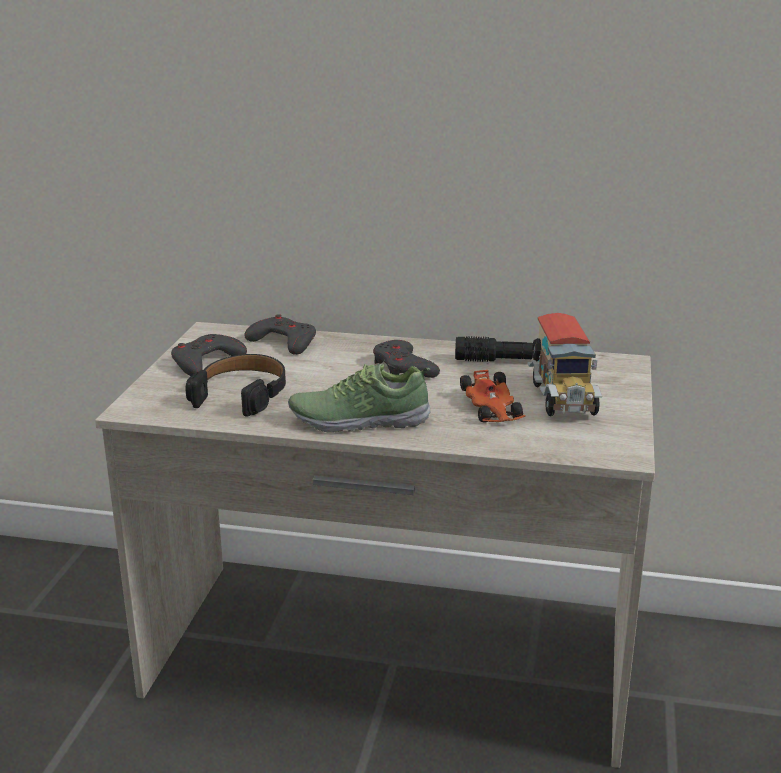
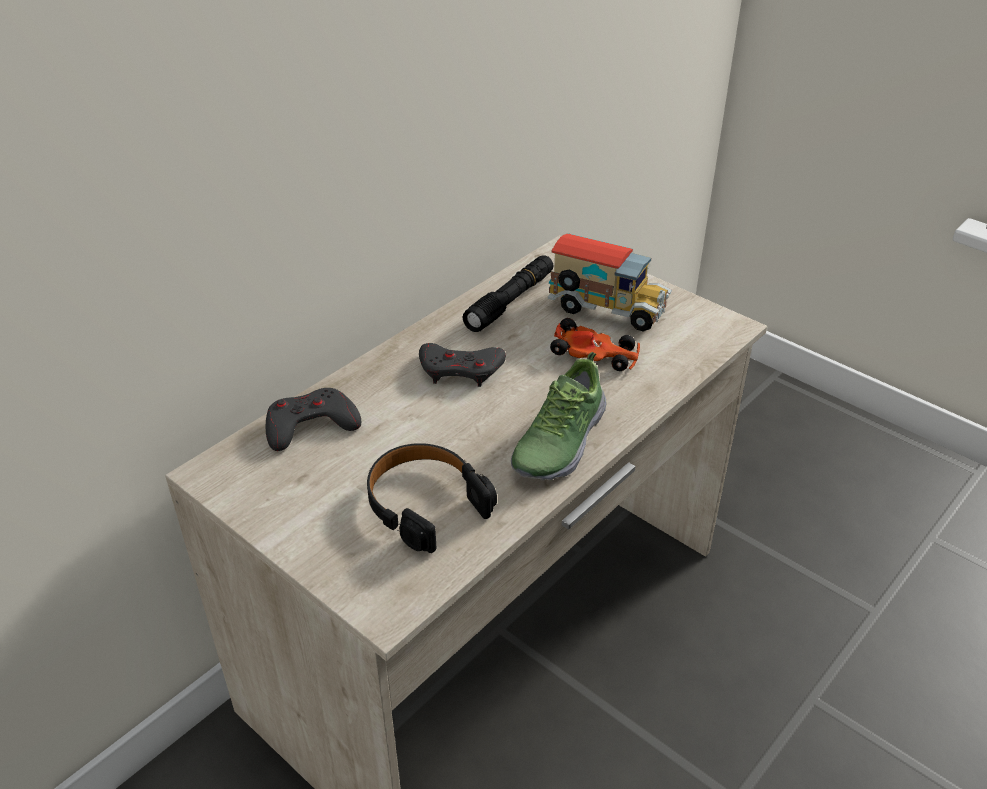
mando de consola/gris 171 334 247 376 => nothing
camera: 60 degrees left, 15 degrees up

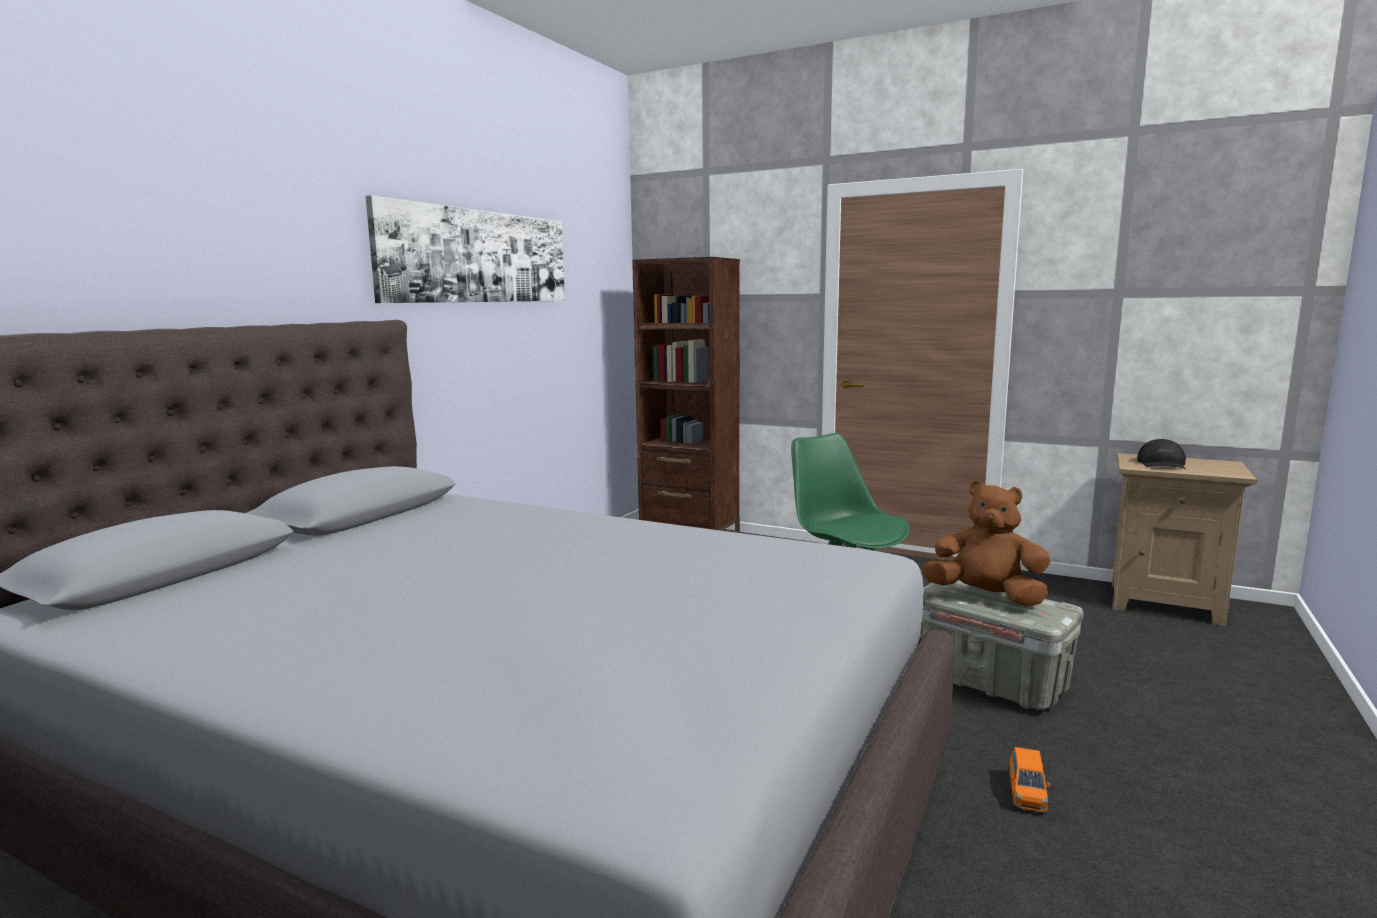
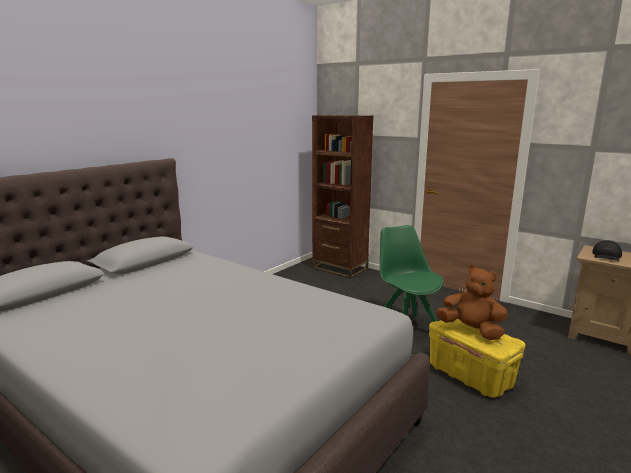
caja de almacenaje/gris 920 580 1083 710 => caja de almacenaje/amarillo 429 319 526 398
cuadro 365 195 565 303 => nothing
coche de juguete/naranja 1009 747 1050 812 => nothing
camera: 10 degrees right, 5 degrees up

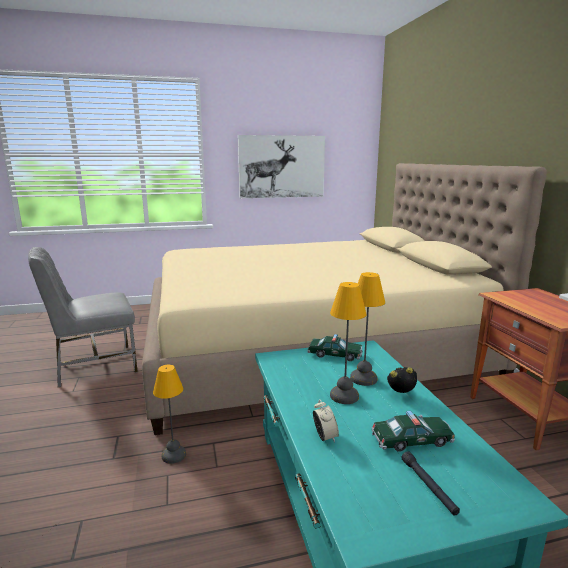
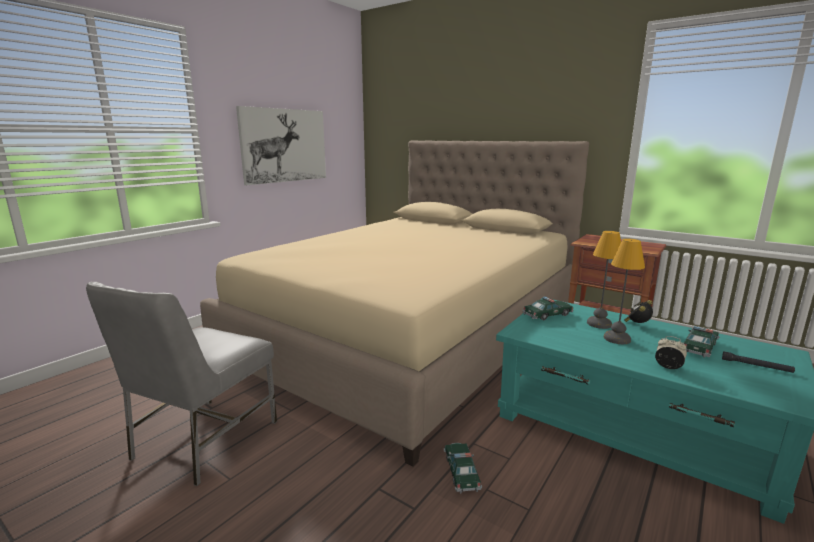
lámpara de mesa 153 365 186 464 => coche de juguete 444 443 482 493
camera: 40 degrees left, 0 degrees up

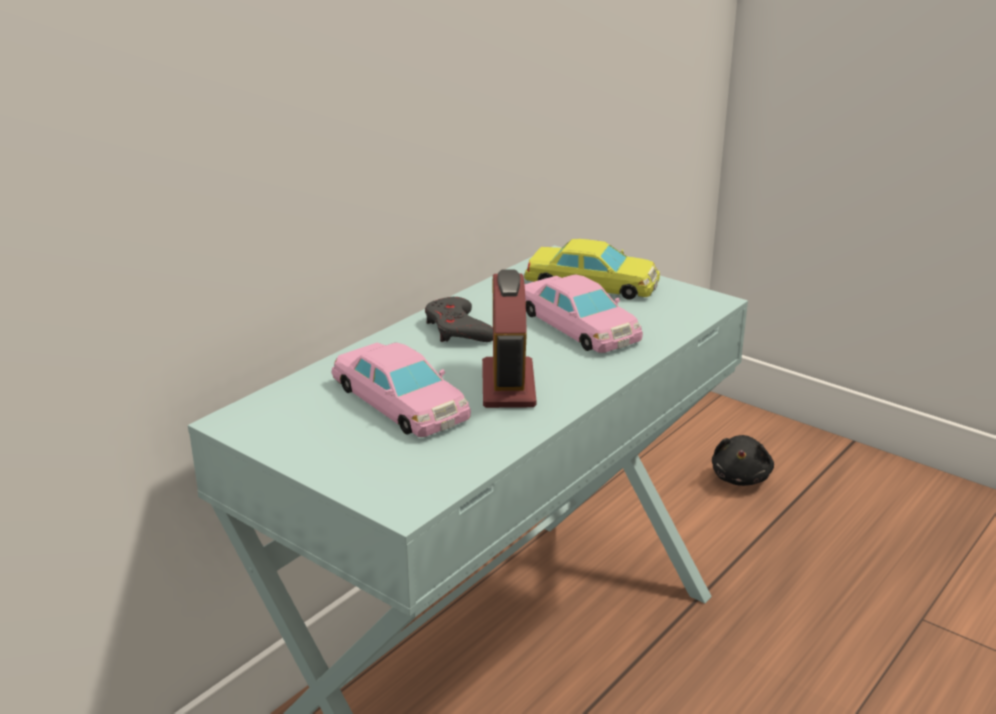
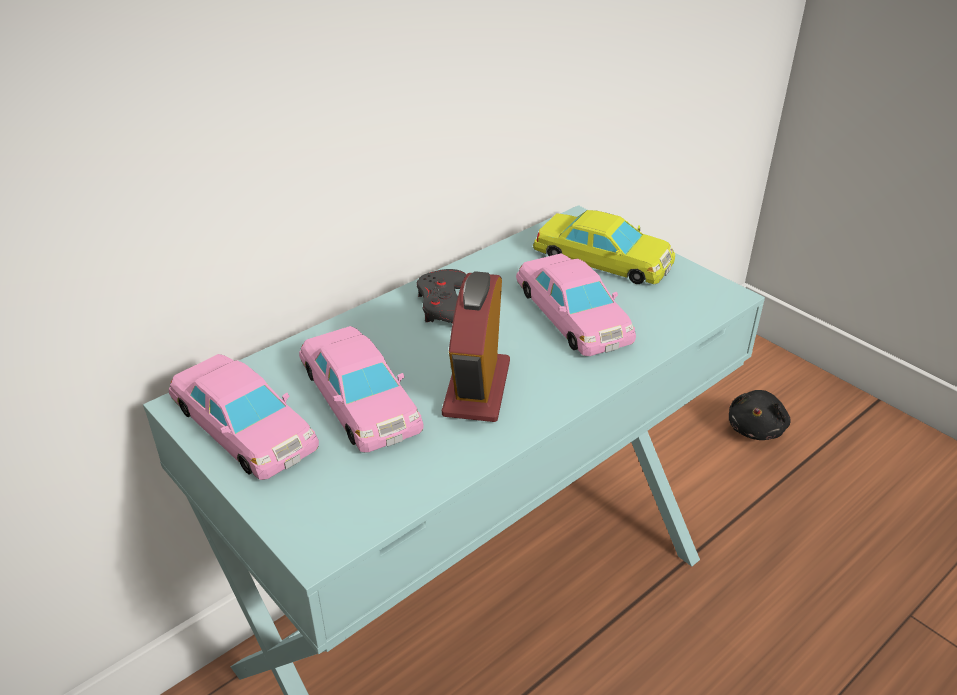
nothing => coche de juguete/rosa 169 354 319 480
camera: 10 degrees right, 10 degrees up

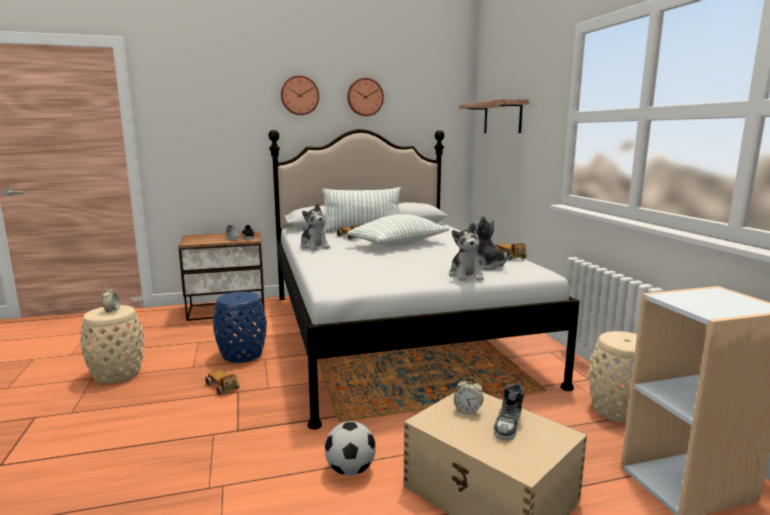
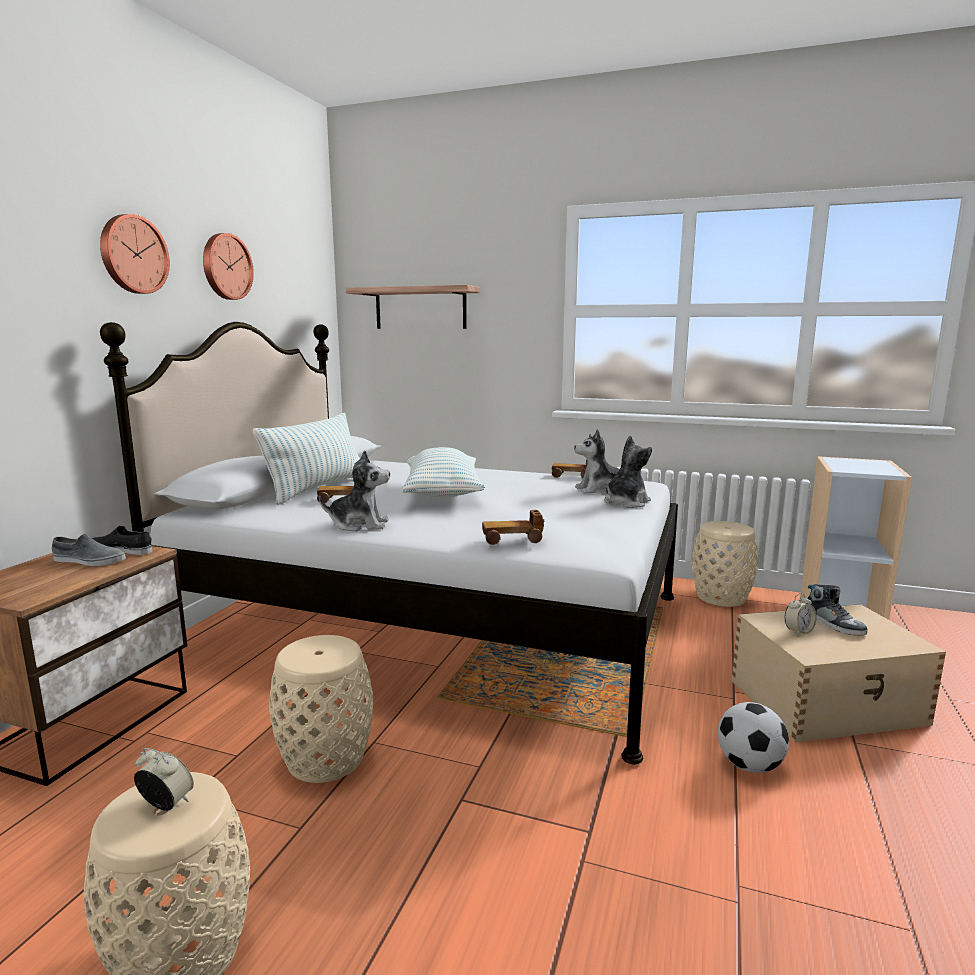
taburete/azul 213 291 267 363 => taburete/beis 269 635 373 783
coche de juguete 205 370 240 395 => coche de juguete 482 510 544 545, relocated
peluche 449 223 484 281 => peluche 604 436 652 508, 75 degrees counterclockwise
camera: 55 degrees left, 0 degrees up

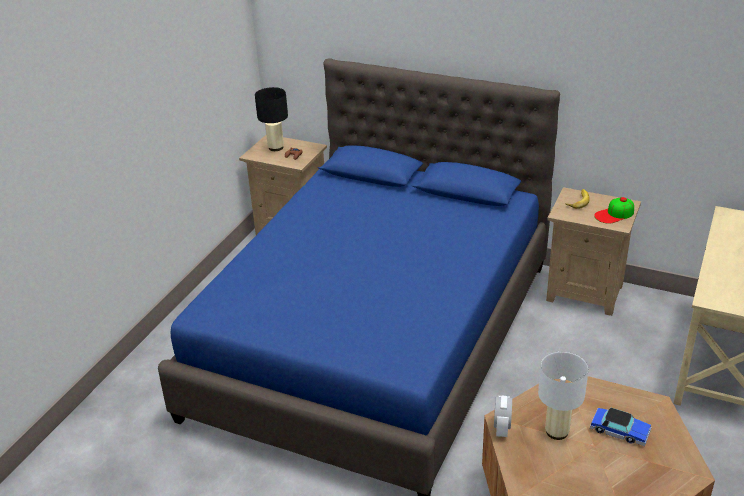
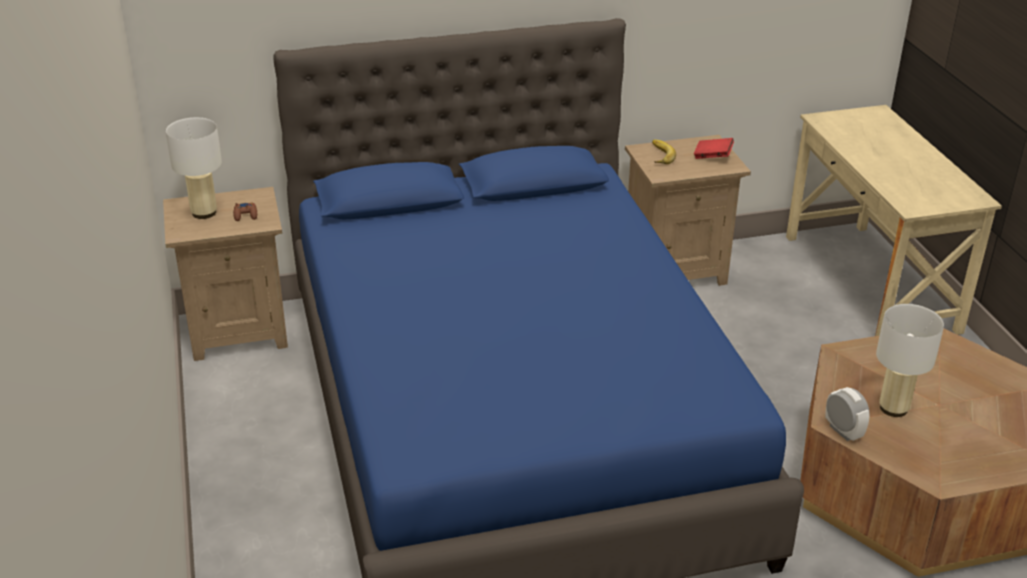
lámpara de mesa/negro 255 87 288 151 => lámpara de mesa/blanco 166 117 222 219
gorra 594 197 634 224 => libro/rojo 694 138 734 159
coche de juguete 590 408 651 446 => nothing
camera: 40 degrees left, 0 degrees up

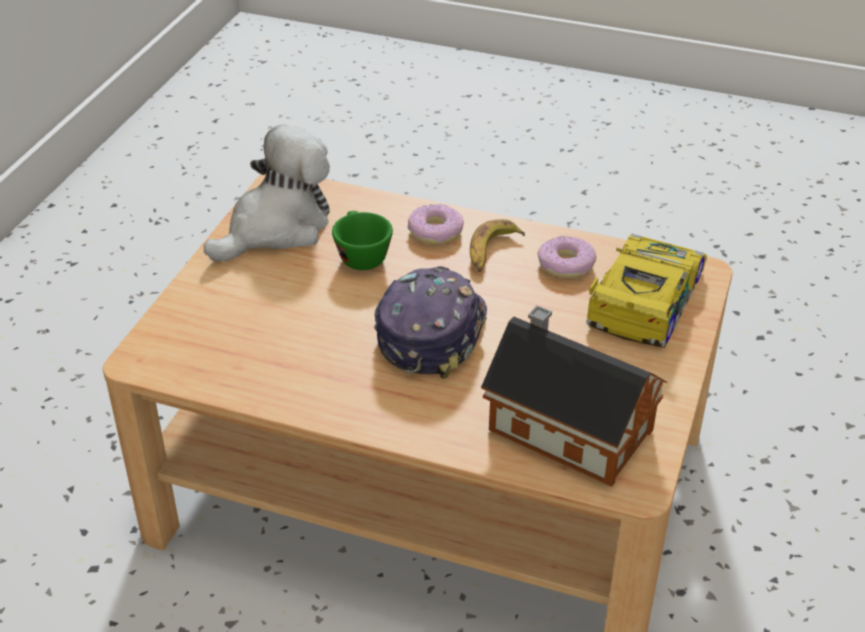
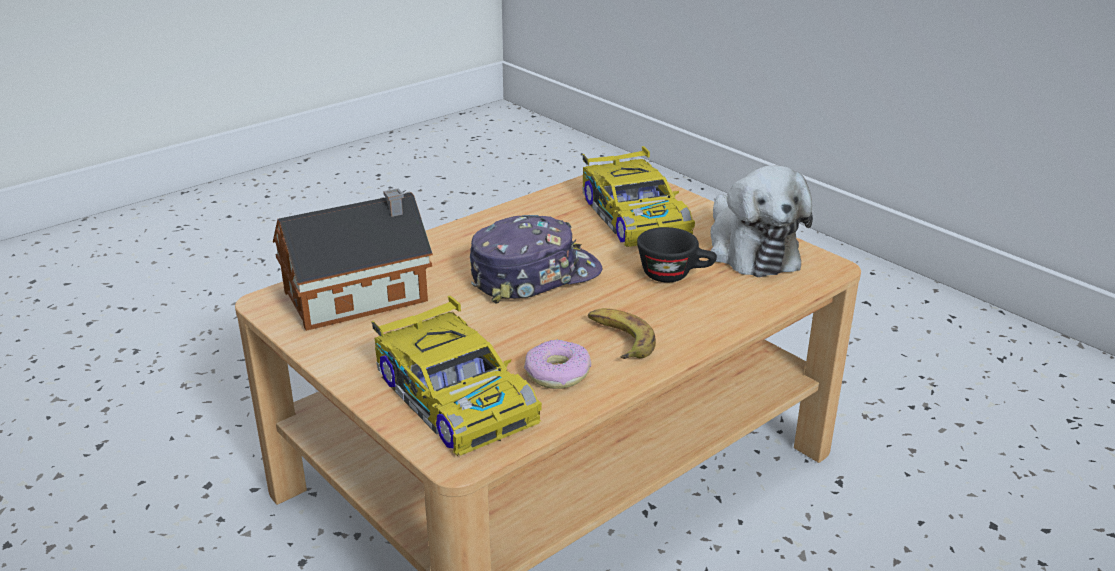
gorra 374 266 487 379 => gorra 470 215 602 303, 75 degrees counterclockwise
nothing => coche de juguete 582 146 695 247
taza/verde 332 211 393 270 => taza/negro 637 227 717 283
rosquilla 408 204 464 245 => nothing
camera: 120 degrees right, 10 degrees down

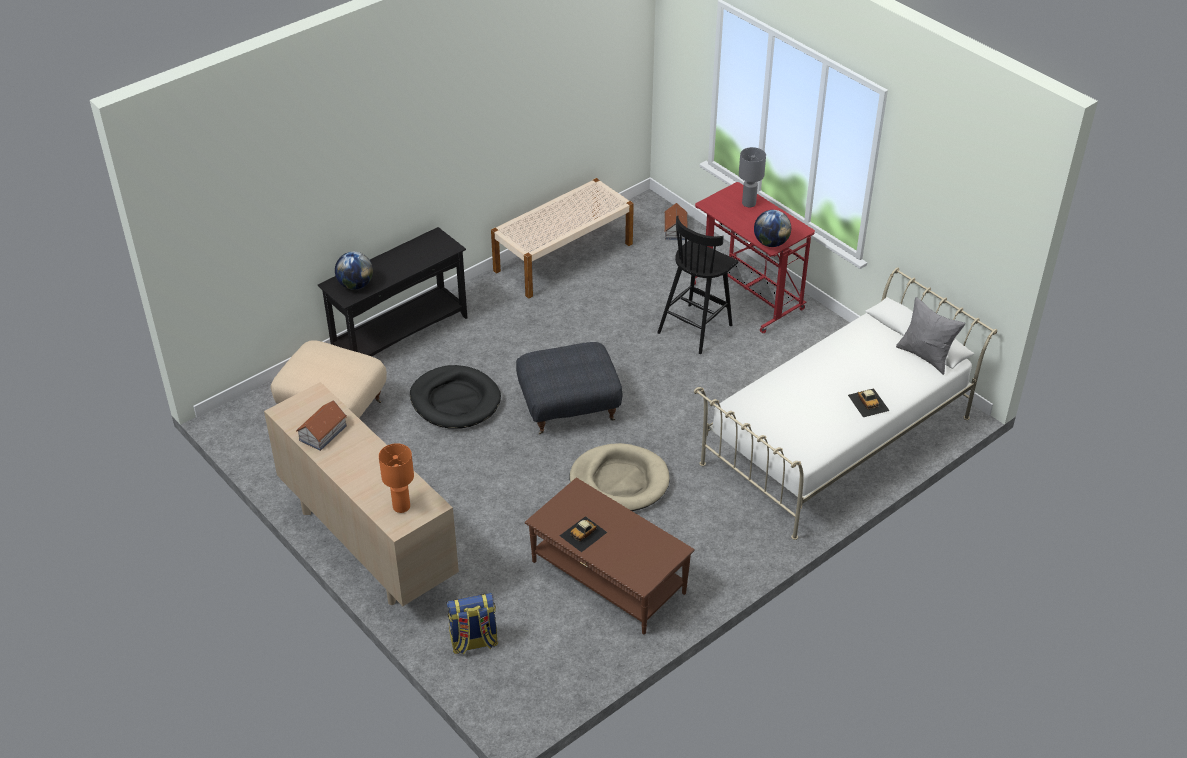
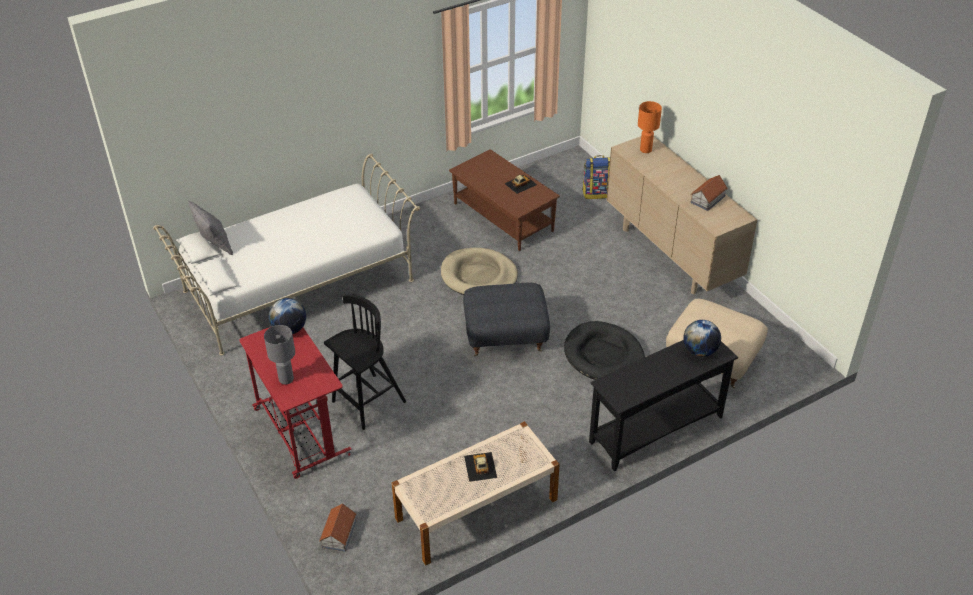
coche de juguete 848 388 890 417 => coche de juguete 464 452 497 482, relocated
camera: 170 degrees left, 0 degrees up

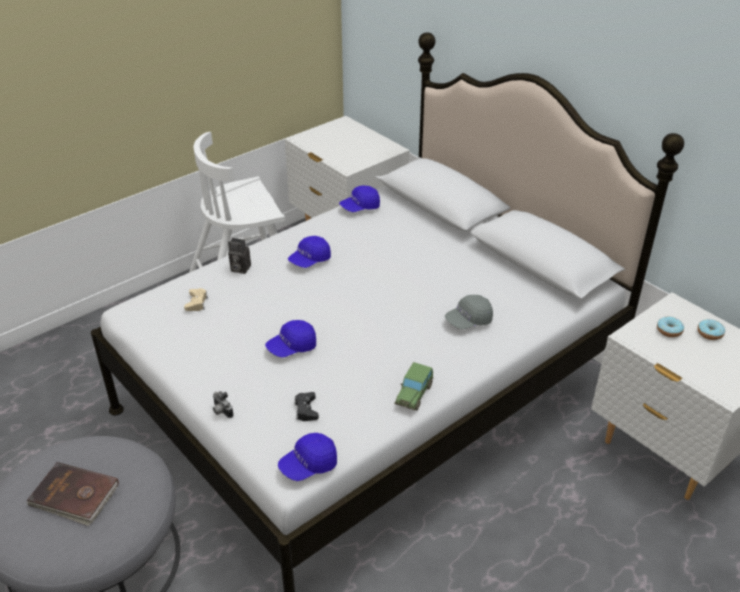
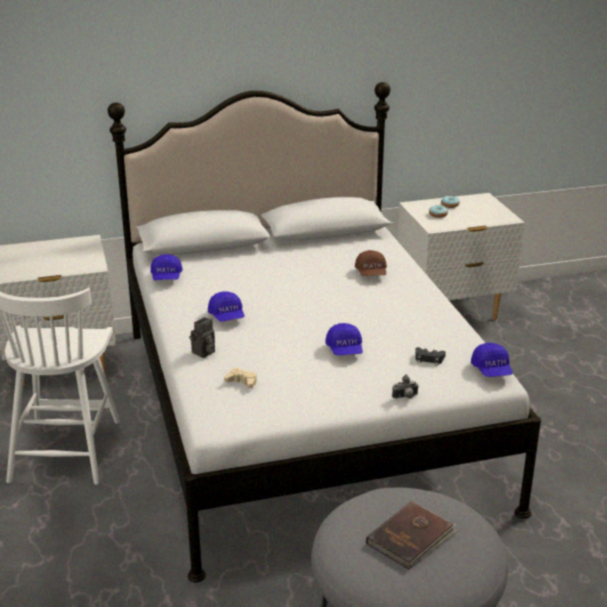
gorra/gris 445 295 493 329 => gorra/marrón 355 250 387 276
coche de juguete 394 362 433 410 => nothing
camera: 65 degrees left, 10 degrees down

